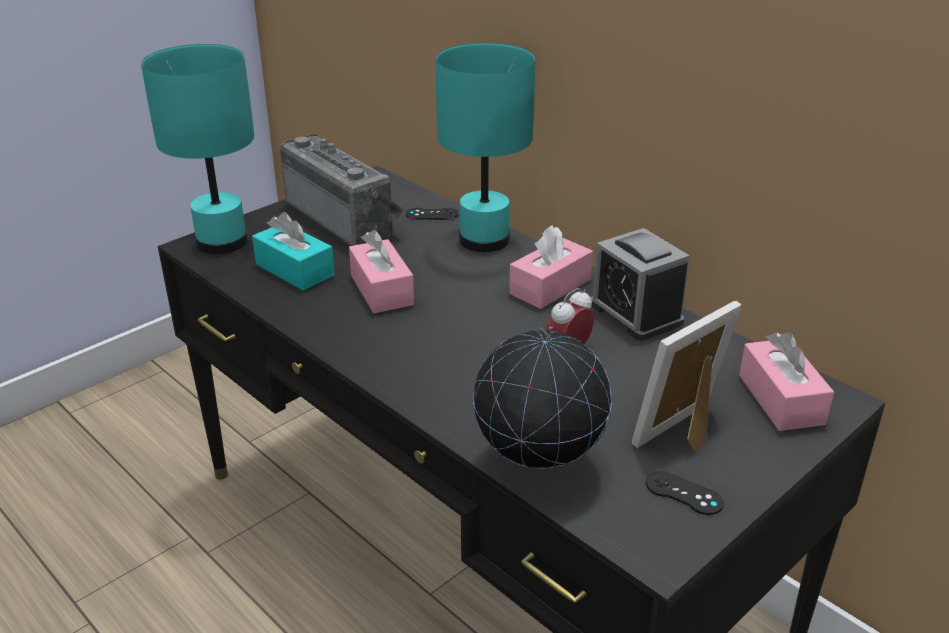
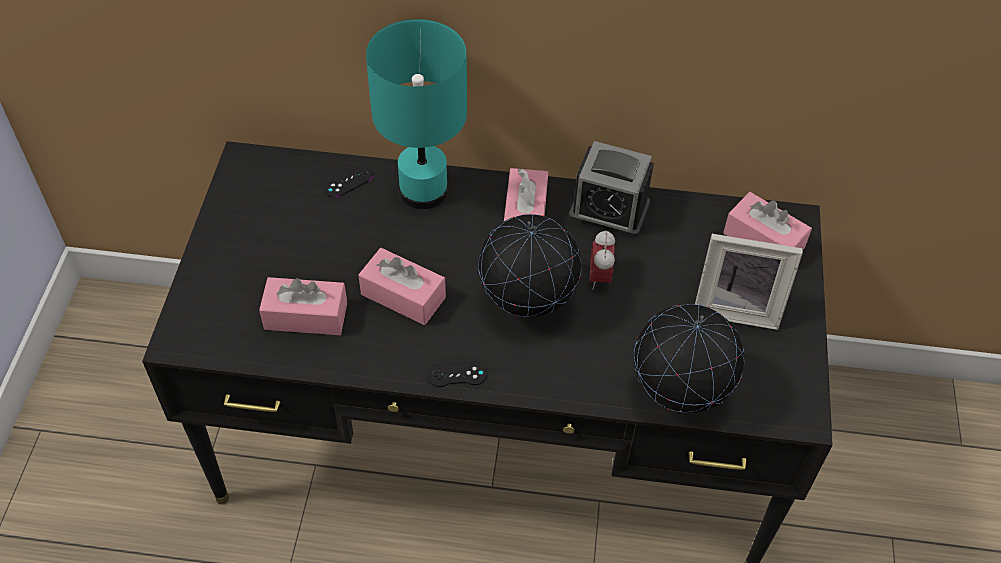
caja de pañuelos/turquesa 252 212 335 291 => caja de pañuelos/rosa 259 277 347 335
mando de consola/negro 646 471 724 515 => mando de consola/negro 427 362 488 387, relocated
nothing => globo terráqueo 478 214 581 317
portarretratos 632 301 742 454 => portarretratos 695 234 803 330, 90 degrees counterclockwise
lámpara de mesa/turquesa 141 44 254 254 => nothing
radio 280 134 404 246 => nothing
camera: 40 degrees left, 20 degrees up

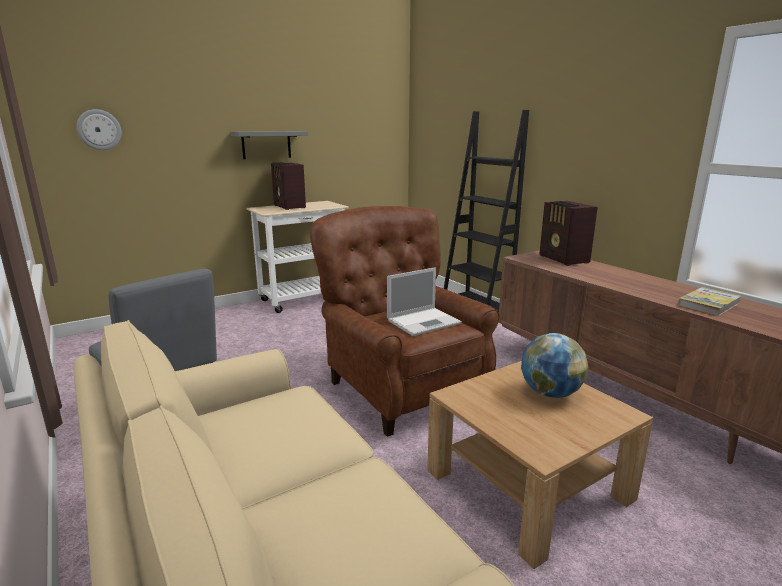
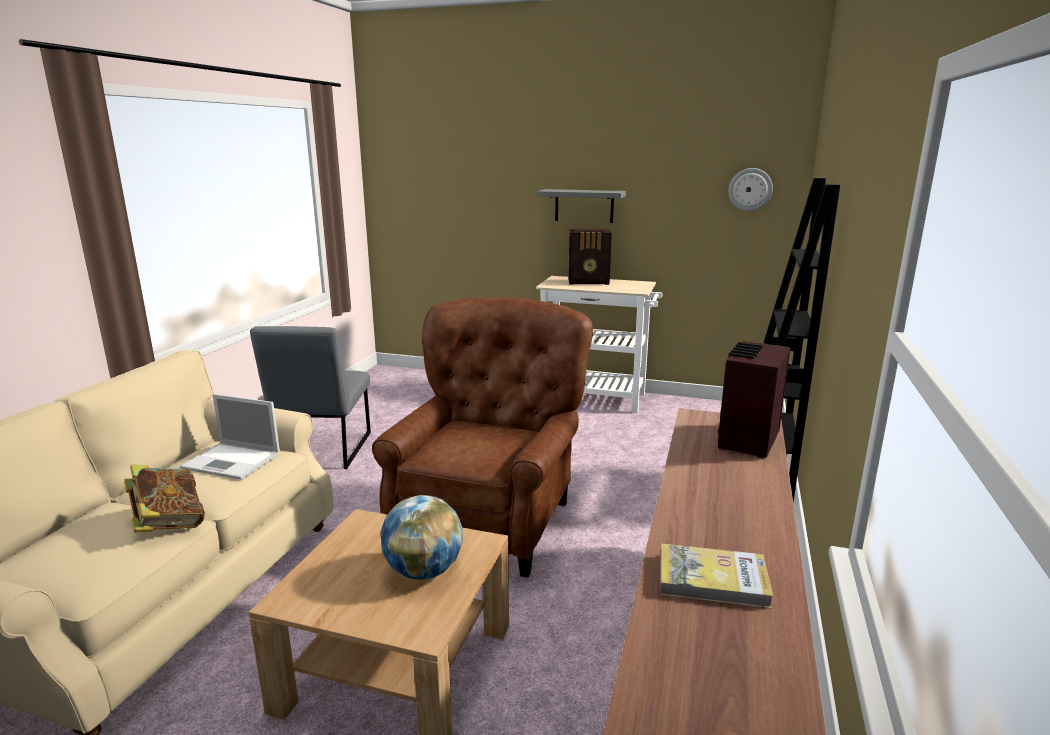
nothing => libro 124 465 205 532
portátil 387 267 462 336 => portátil 180 394 280 480, relocated
radio 271 162 306 210 => radio 568 229 612 285, 105 degrees counterclockwise
reloj de pared 77 109 122 150 => reloj de pared 728 168 773 211, relocated
camera: 50 degrees right, 0 degrees up

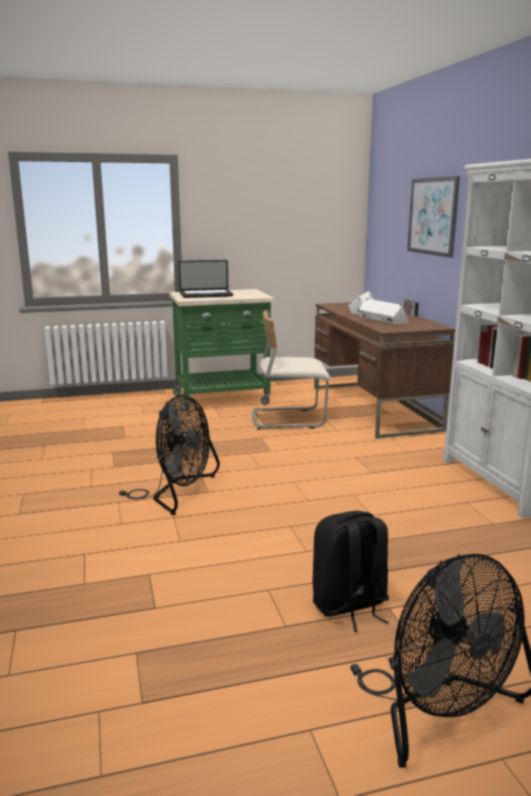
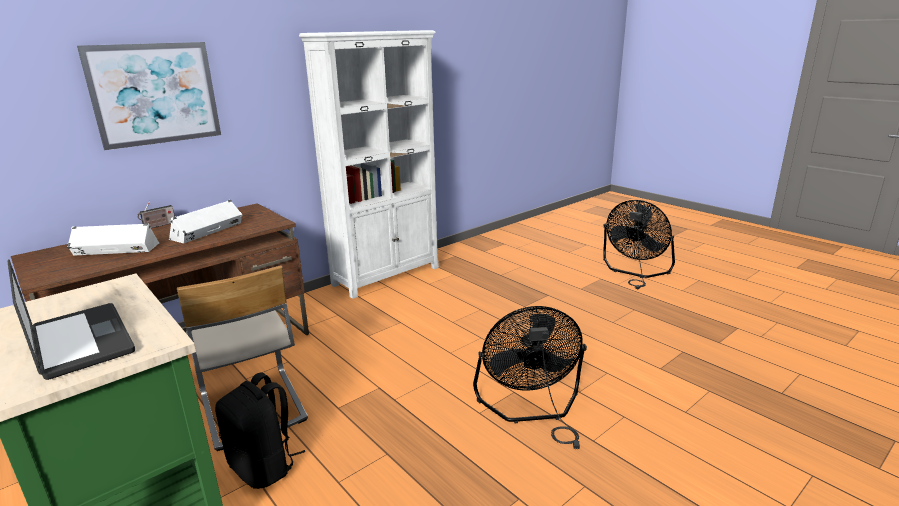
mochila/negro 313 511 389 632 => mochila/negro 215 372 305 489, relocated
camera: 115 degrees left, 5 degrees up

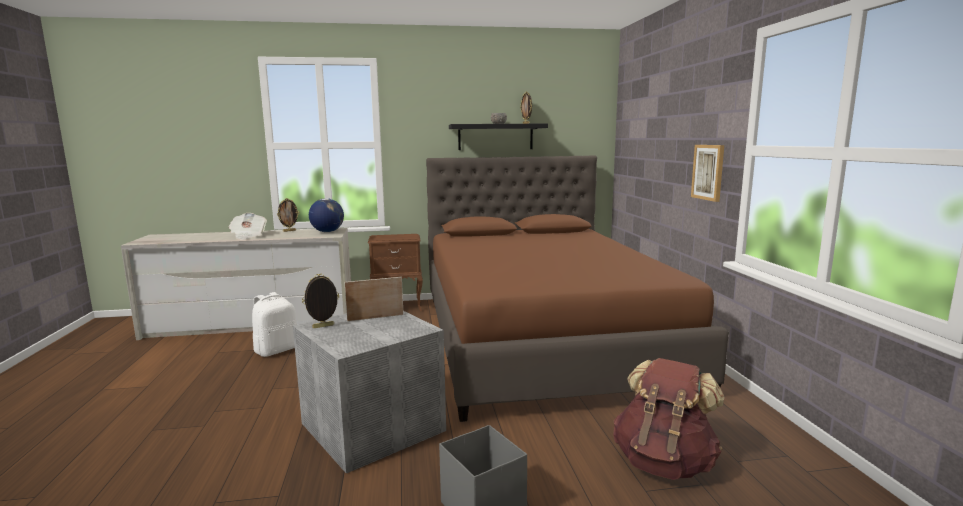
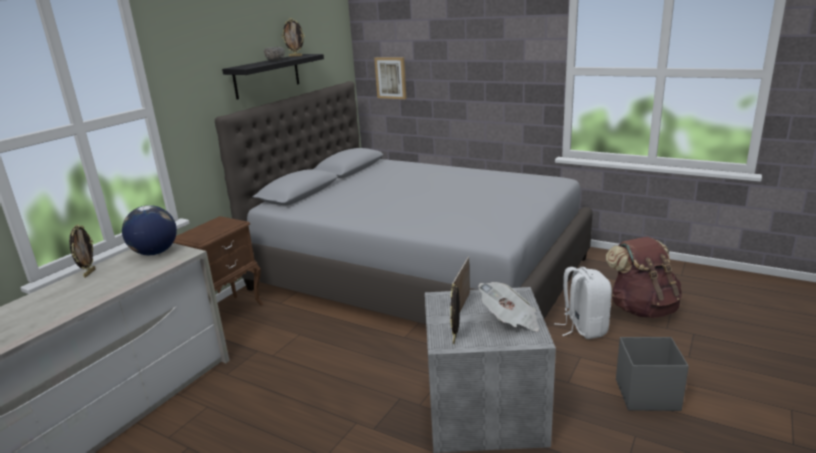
cama/marrón 426 155 729 422 => cama/gris 215 81 592 324
cuadro 691 145 724 202 => cuadro 374 58 407 99, relocated
periódico 228 213 267 240 => periódico 478 282 539 331, relocated
mochila/blanco 252 292 297 357 => mochila/blanco 554 267 612 339, relocated
camera: 50 degrees left, 10 degrees up

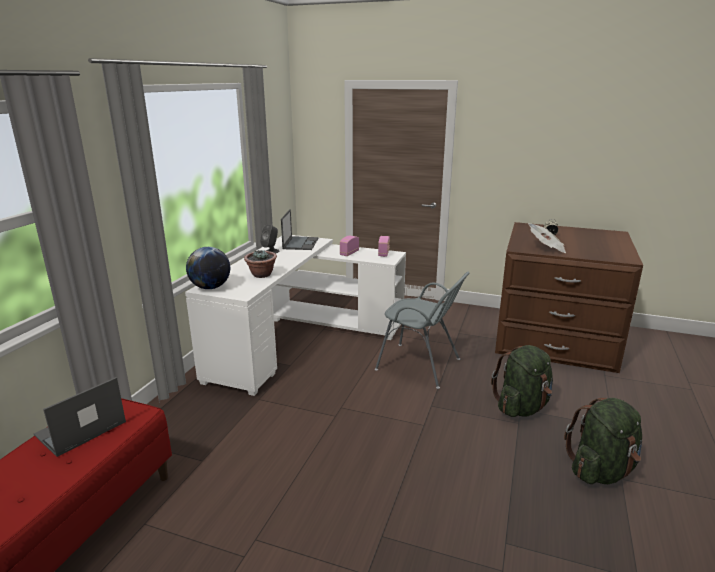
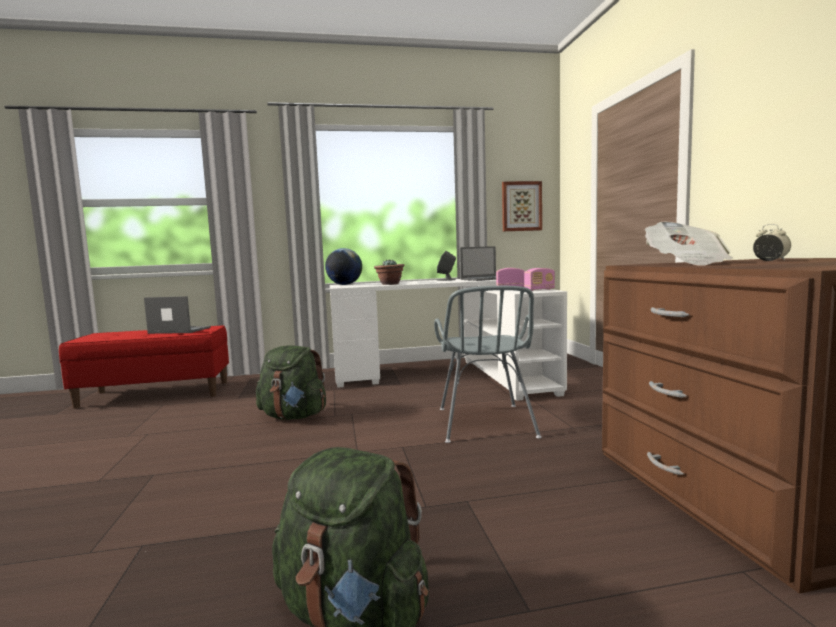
mochila/verde 491 345 553 417 => mochila/verde 256 345 326 420, relocated
nothing => cuadro 502 181 542 231
camera: 60 degrees right, 15 degrees down

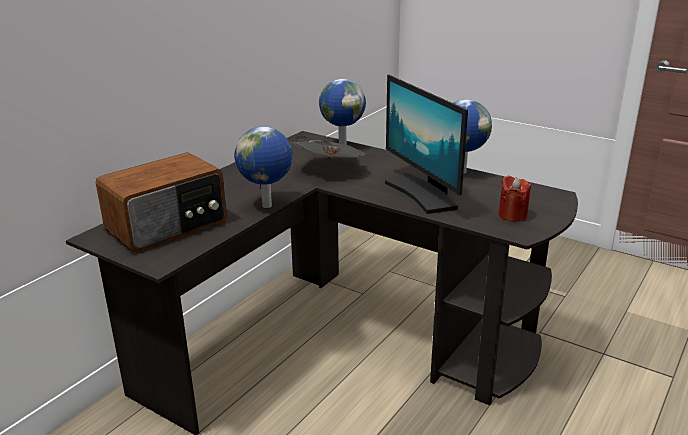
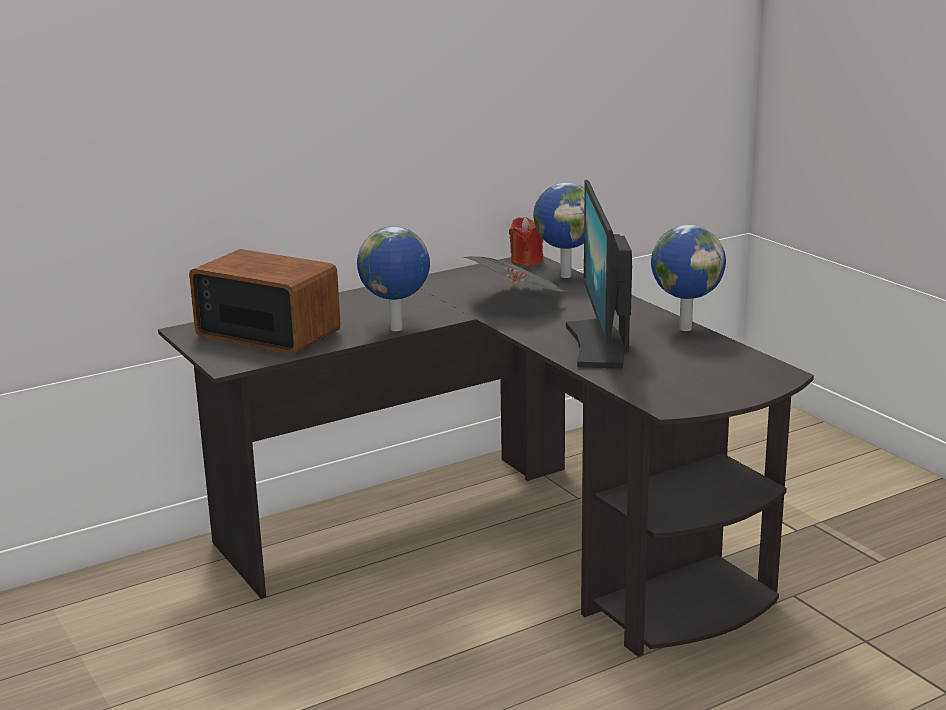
radio 96 152 227 253 => radio 189 249 341 355, 135 degrees counterclockwise
vela/rojo 498 176 531 222 => vela/rojo 509 217 543 266, relocated
camera: 25 degrees right, 5 degrees down

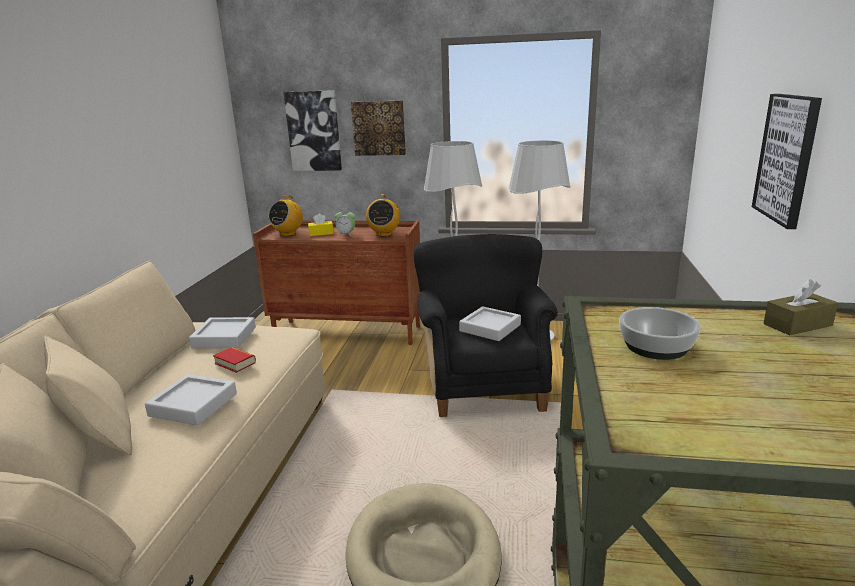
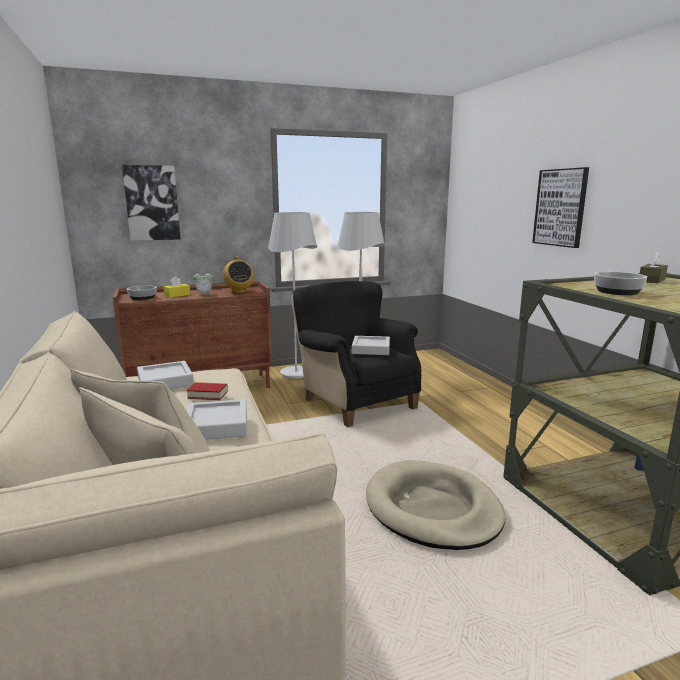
radio 268 195 303 236 => cuenco 127 286 157 300
cuadro 351 100 406 156 => nothing
camera: 30 degrees left, 5 degrees down

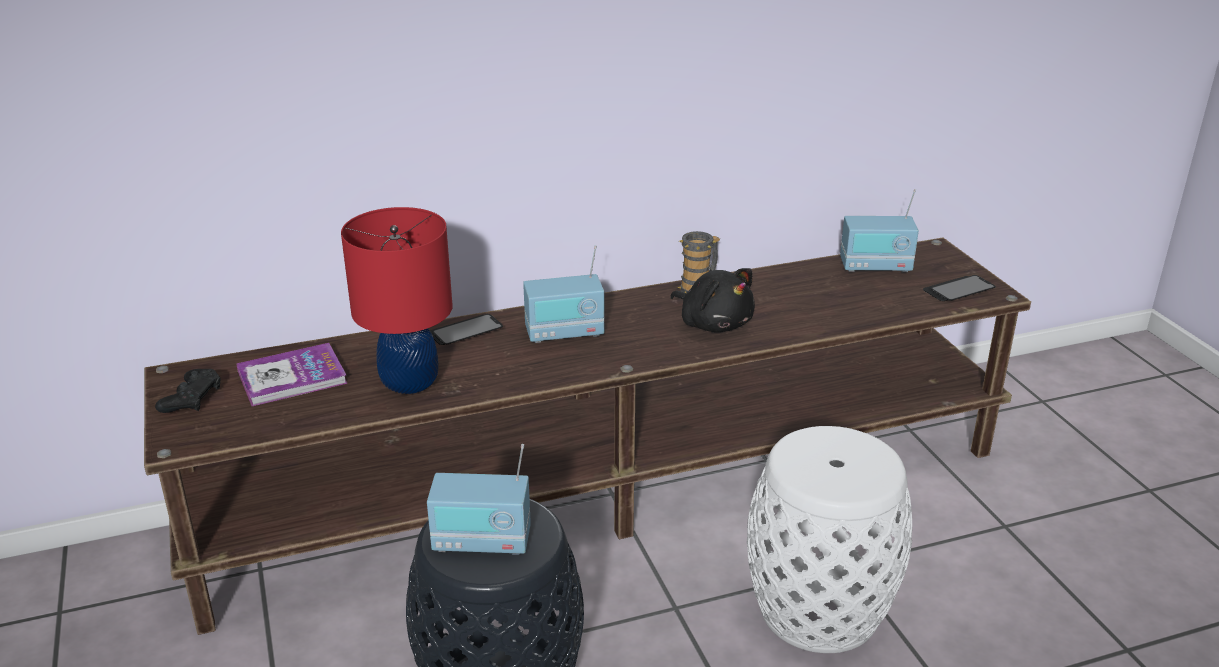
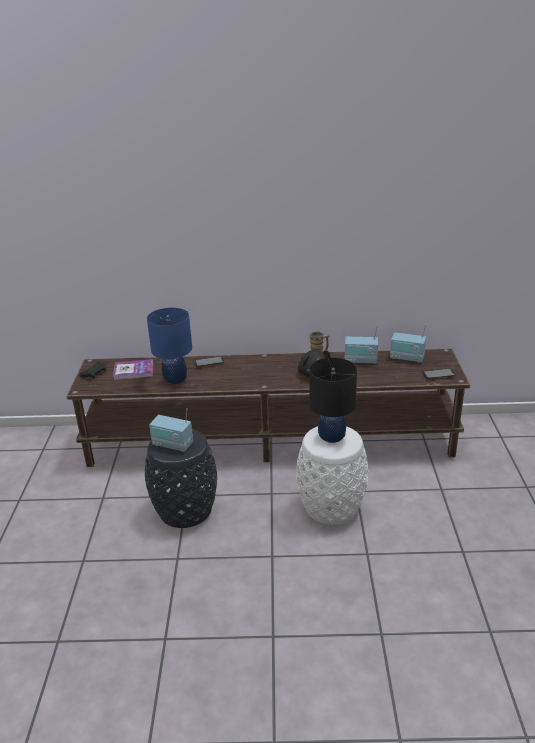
lámpara de mesa/rojo 341 207 453 394 => lámpara de mesa/azul 147 308 192 384
nothing => lámpara de mesa/negro 309 358 357 443
radio 523 245 604 343 => radio 345 325 378 364, relocated
camera: 20 degrees right, 0 degrees up

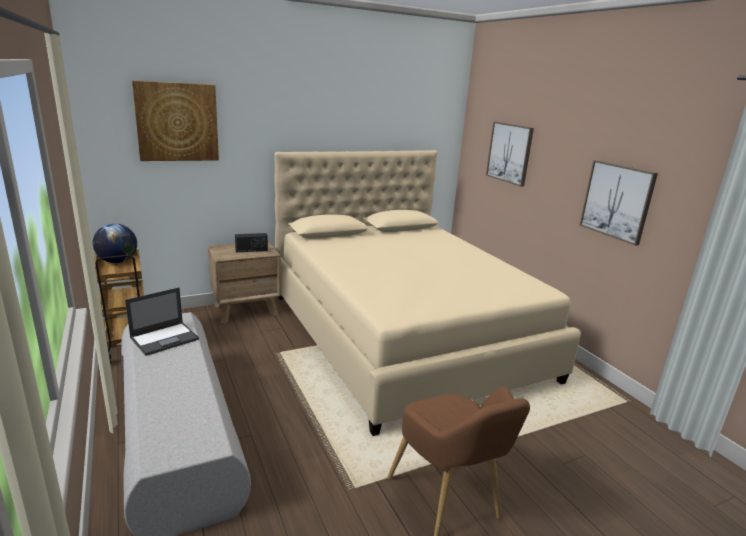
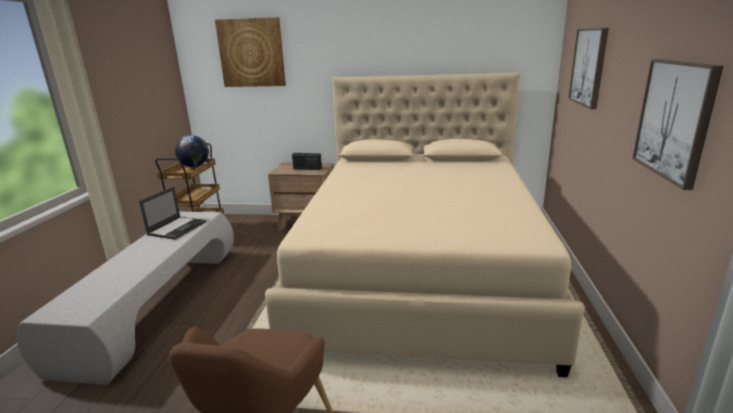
portátil 125 288 199 356 => portátil 139 187 206 240, 60 degrees counterclockwise
camera: 35 degrees right, 0 degrees up

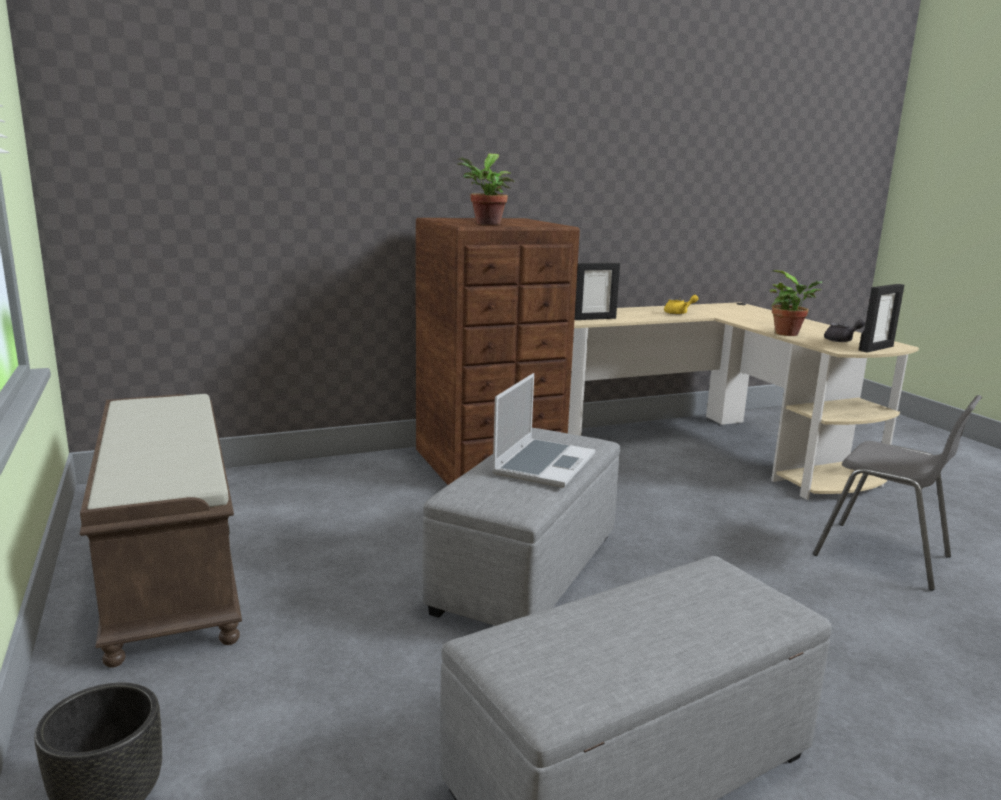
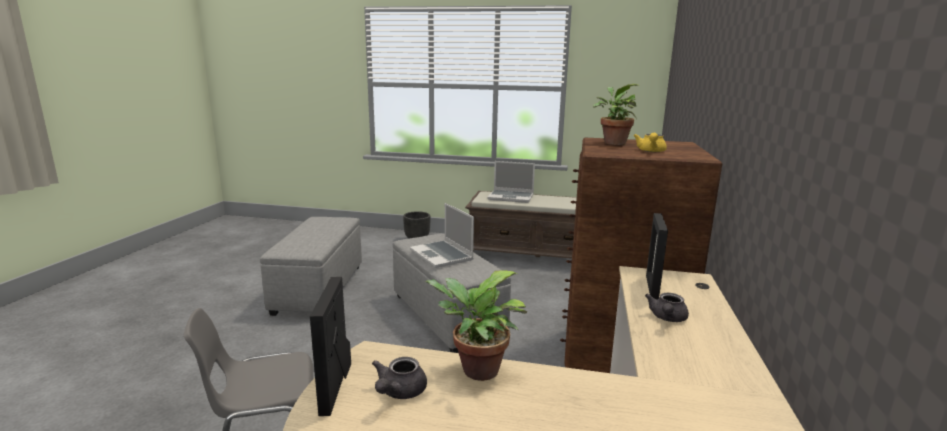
nothing => portátil 488 161 535 203
tetera/amarillo 664 295 698 315 => tetera/amarillo 634 133 667 152, relocated
nothing => tetera/gris 645 293 689 322
camera: 125 degrees right, 0 degrees up

